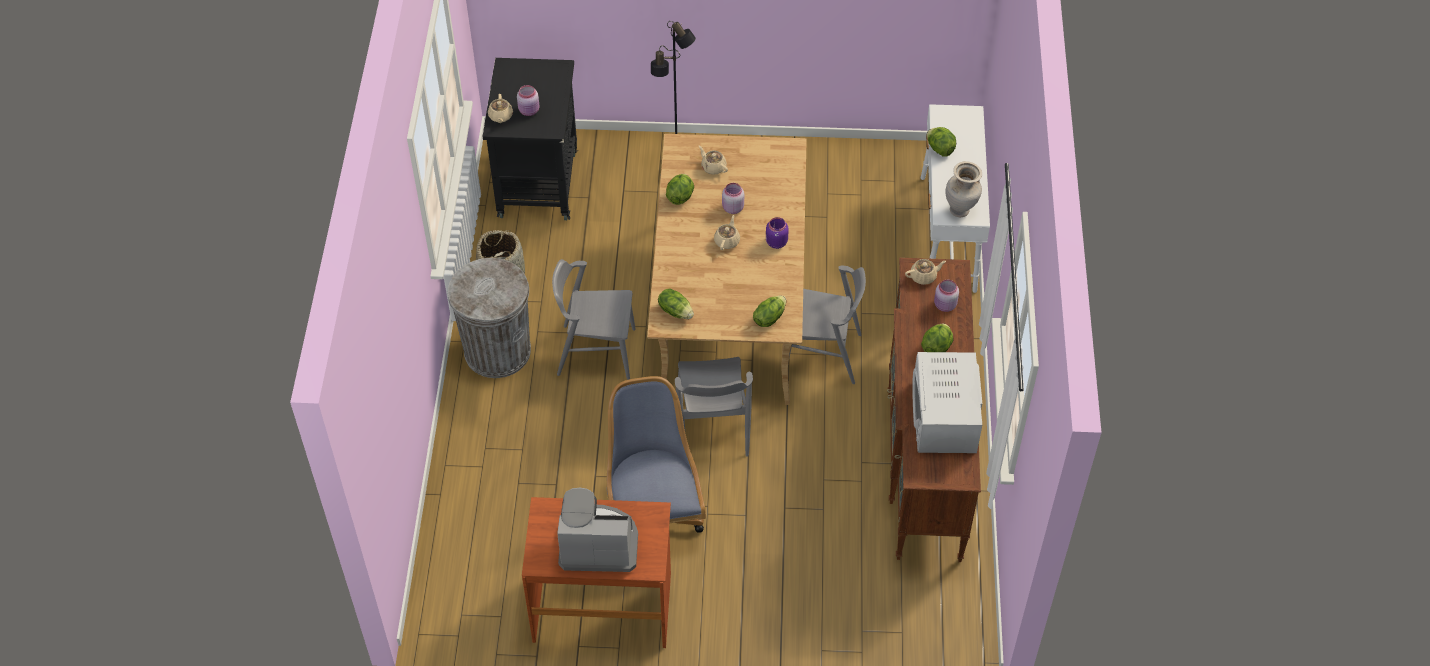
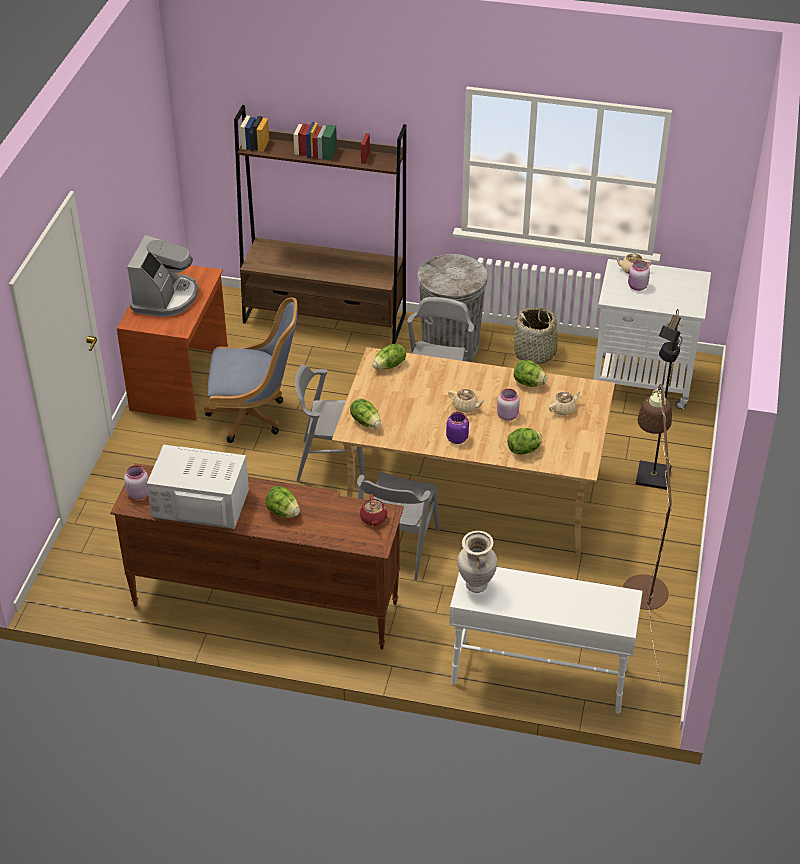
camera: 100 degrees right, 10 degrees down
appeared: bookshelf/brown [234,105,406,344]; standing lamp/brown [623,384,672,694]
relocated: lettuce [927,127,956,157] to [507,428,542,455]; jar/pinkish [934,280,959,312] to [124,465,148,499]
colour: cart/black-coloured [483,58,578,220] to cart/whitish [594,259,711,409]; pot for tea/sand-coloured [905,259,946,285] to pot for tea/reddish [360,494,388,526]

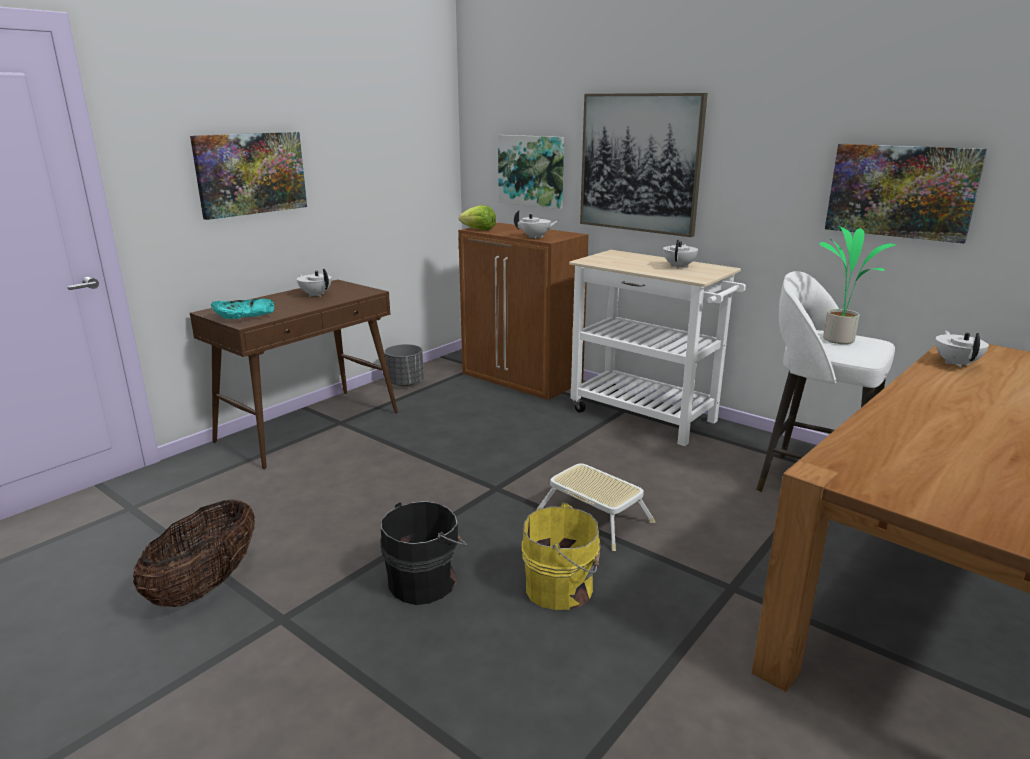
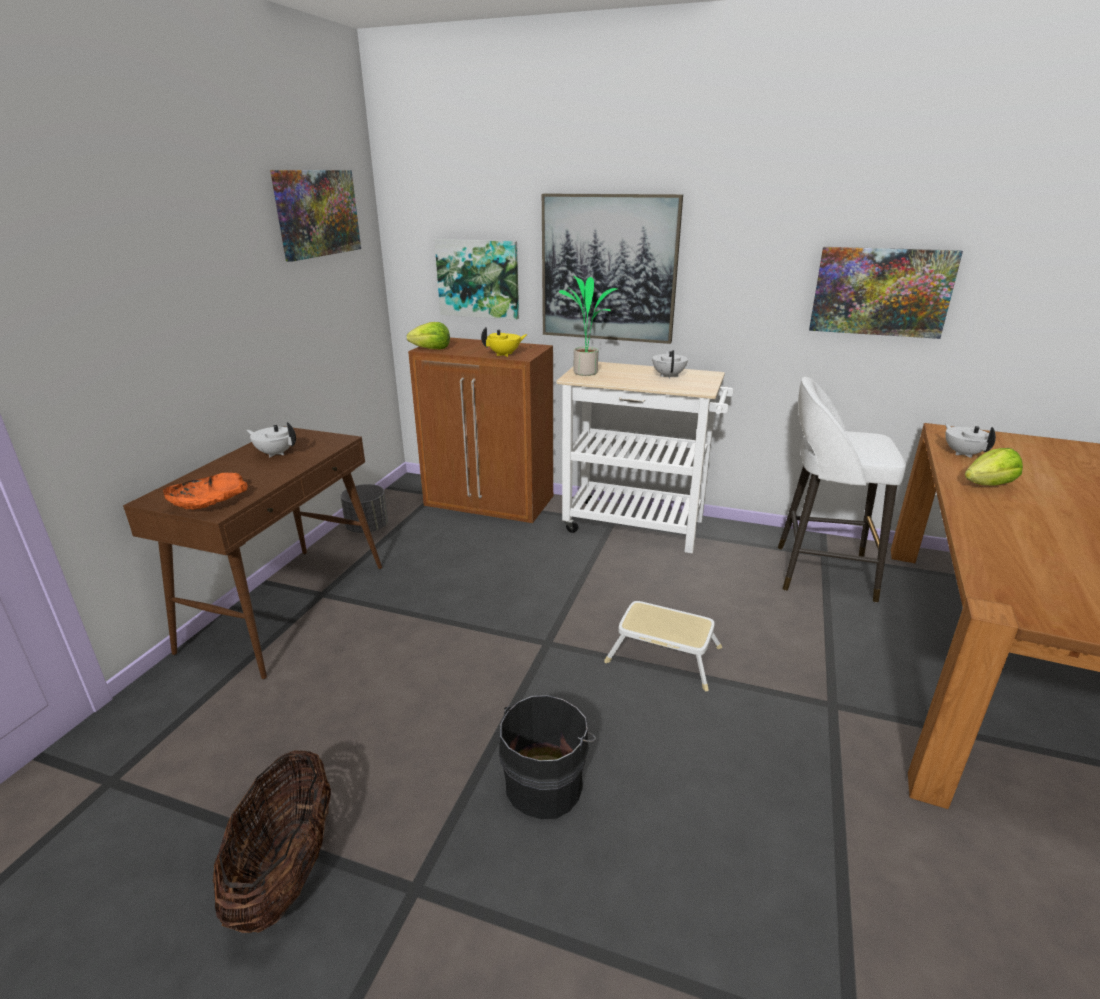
camera: 20 degrees left, 5 degrees up
missing: pail/yellowish [522,503,601,610]
appeared: lettuce [965,448,1023,486]
relocated: wall art [190,132,307,220] to [270,170,361,262]; plant in a pot [819,226,895,344] to [559,276,617,376]
colour: pot for tea/whitish [514,210,558,239] to pot for tea/yellowish [481,327,527,357]; deep dish/turquoise [211,299,274,319] to deep dish/orangey [163,473,248,510]

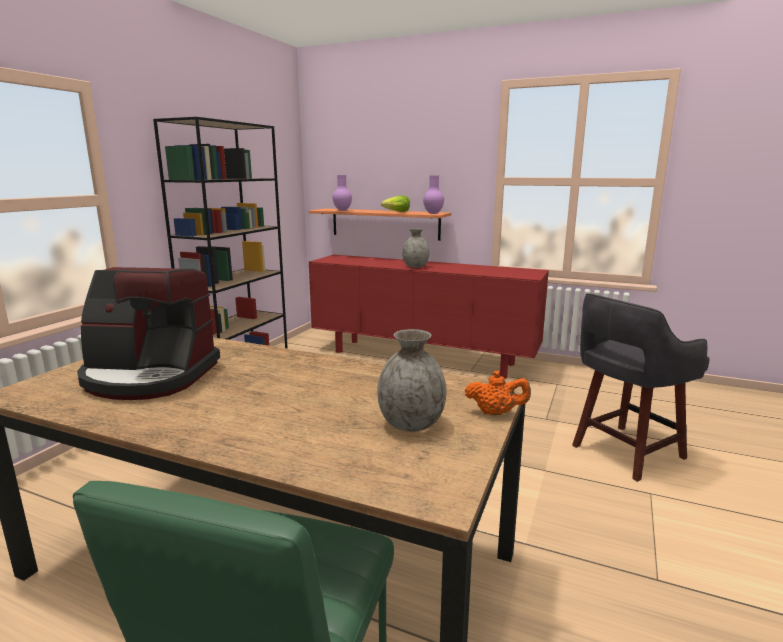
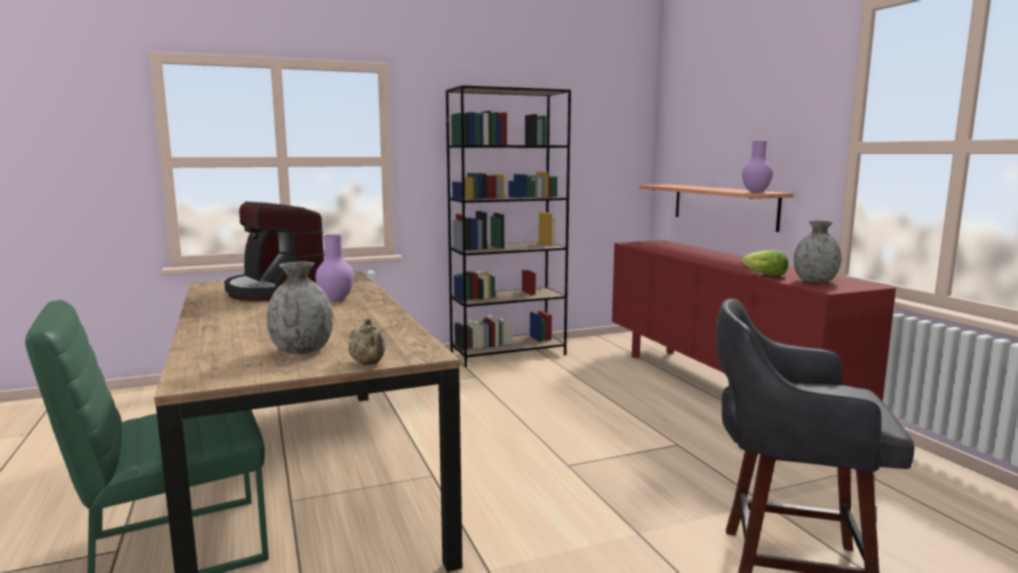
camera: 45 degrees right, 5 degrees down
relocated: decorative vase/purple-coloured [332,175,352,211] to [315,234,354,302]; lettuce [381,195,410,212] to [741,250,788,276]; decorative vase/greyish [402,228,429,268] to [794,221,842,283]
colour: pot for tea/orangey [465,371,531,415] to pot for tea/sand-coloured [348,319,386,365]

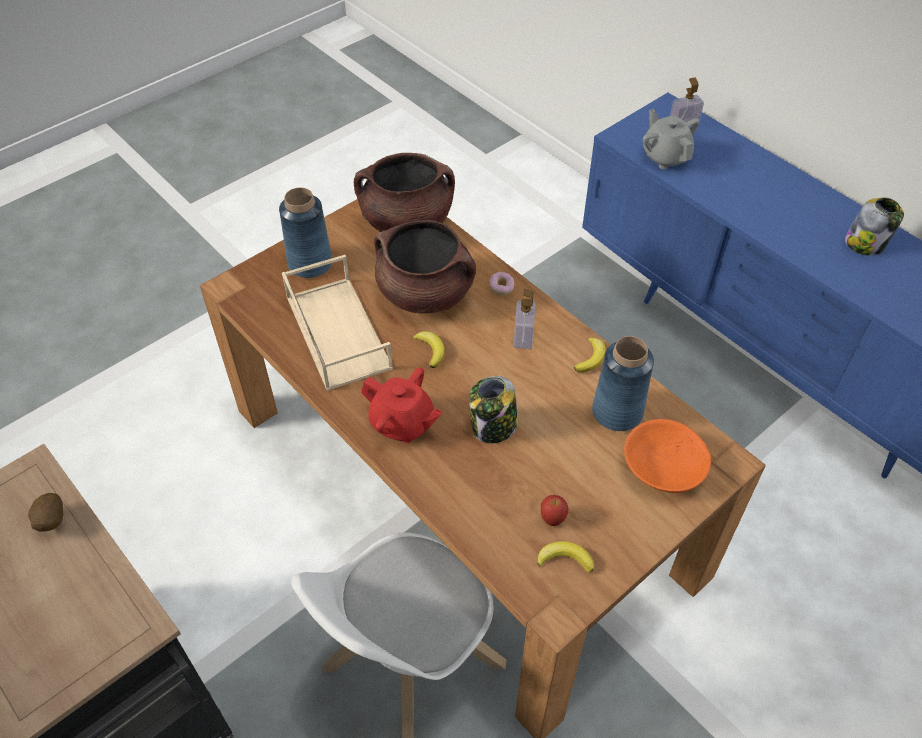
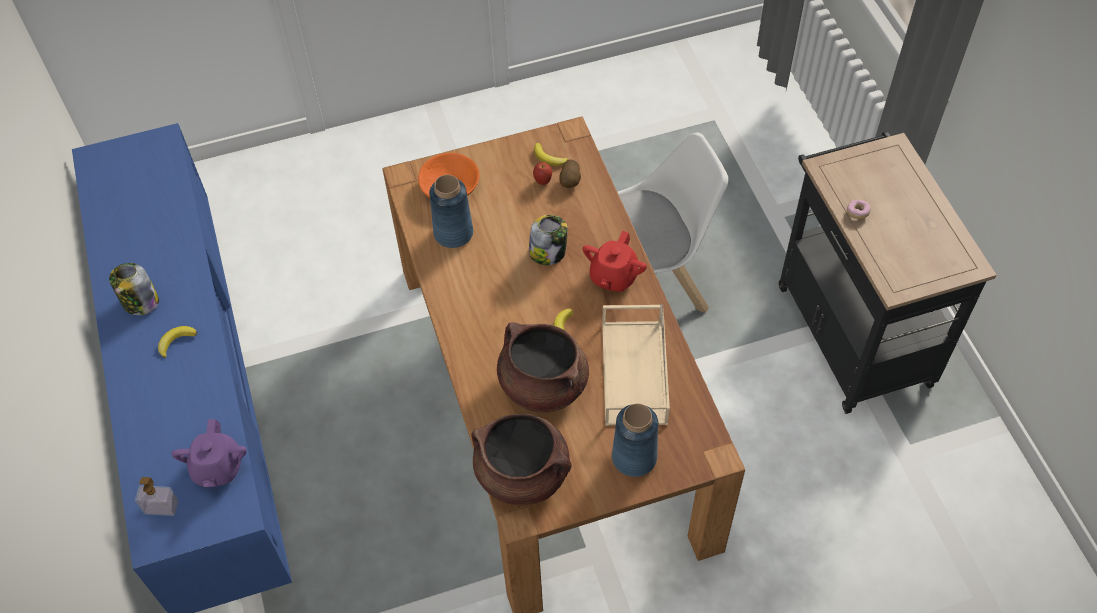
camera: 155 degrees left, 5 degrees up
missing: soap bottle [514,289,536,349]
relocated: donut [489,272,514,295] to [847,200,871,219]; banana fruit [574,338,606,373] to [158,326,197,358]; potato [28,493,63,531] to [559,159,581,188]
colour: pot for tea/greyish [643,109,700,169] to pot for tea/purple-coloured [172,419,247,487]
spun: pot for tea/reddish [361,367,443,443] = [583,231,647,292] 120 degrees counterclockwise

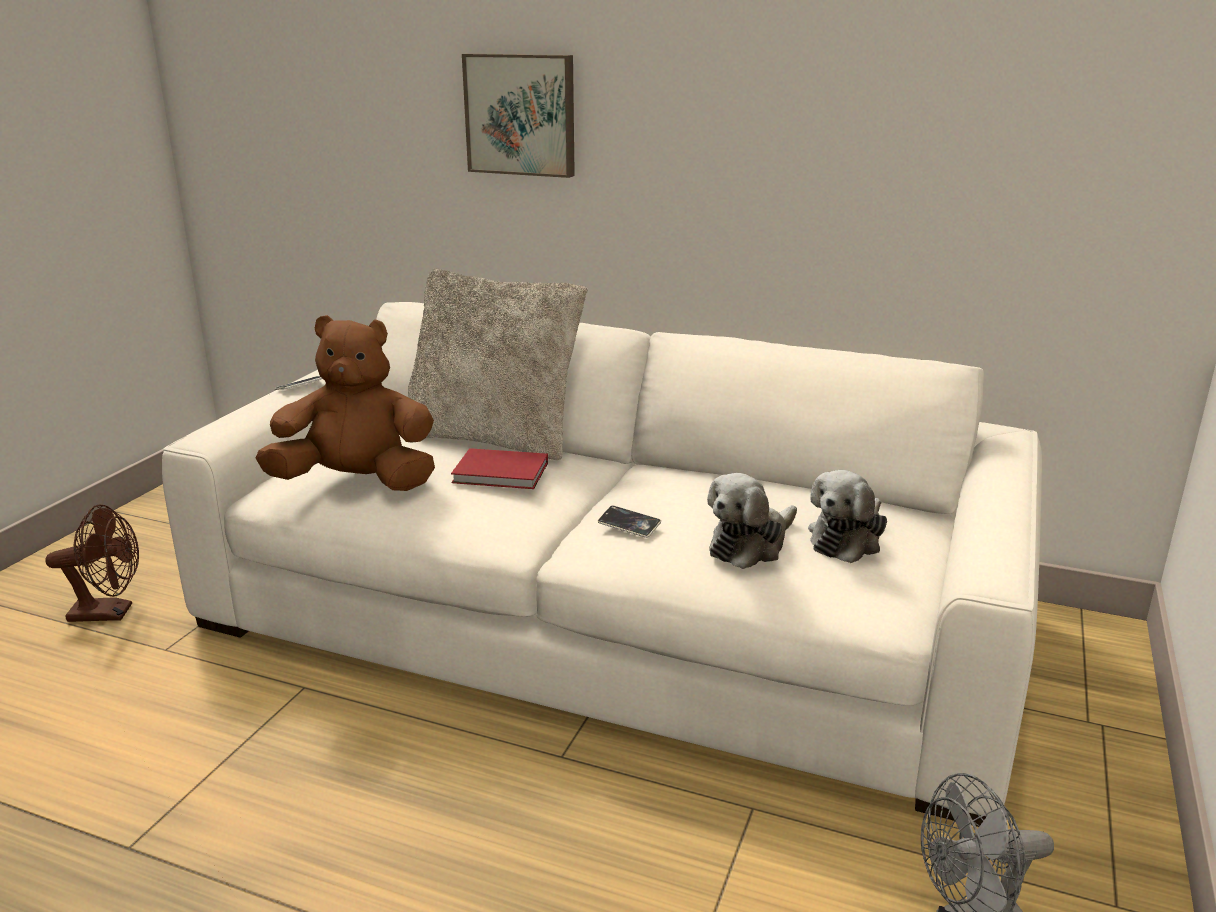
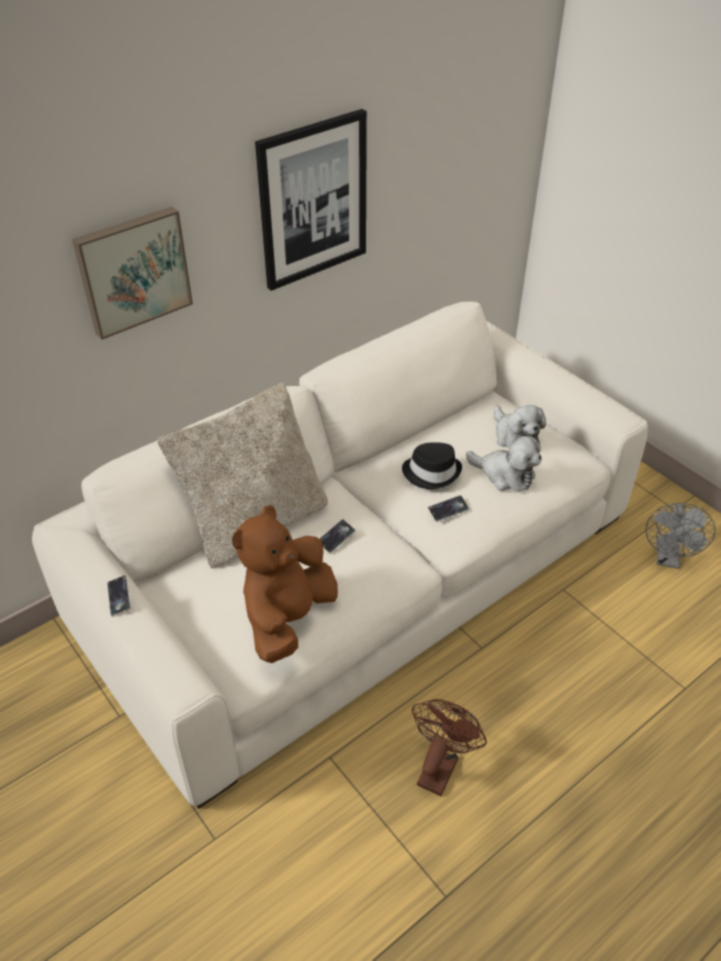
camera: 60 degrees left, 20 degrees up
appeared: wall art [255,109,367,291]; hat/black-coloured [402,442,462,489]
relocated: cooling fan/brown [45,505,139,622] to [412,699,487,796]
exchanged: book/reddish [451,448,548,489] to handset [319,519,356,554]
spun: soft toy [707,473,797,569] = [466,436,541,491] 45 degrees counterclockwise

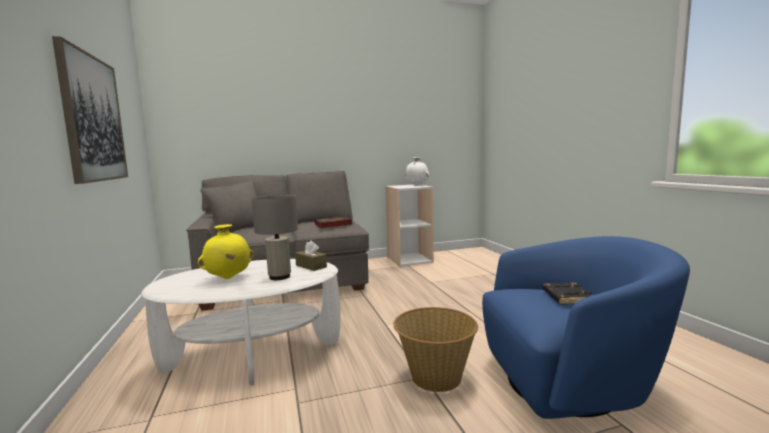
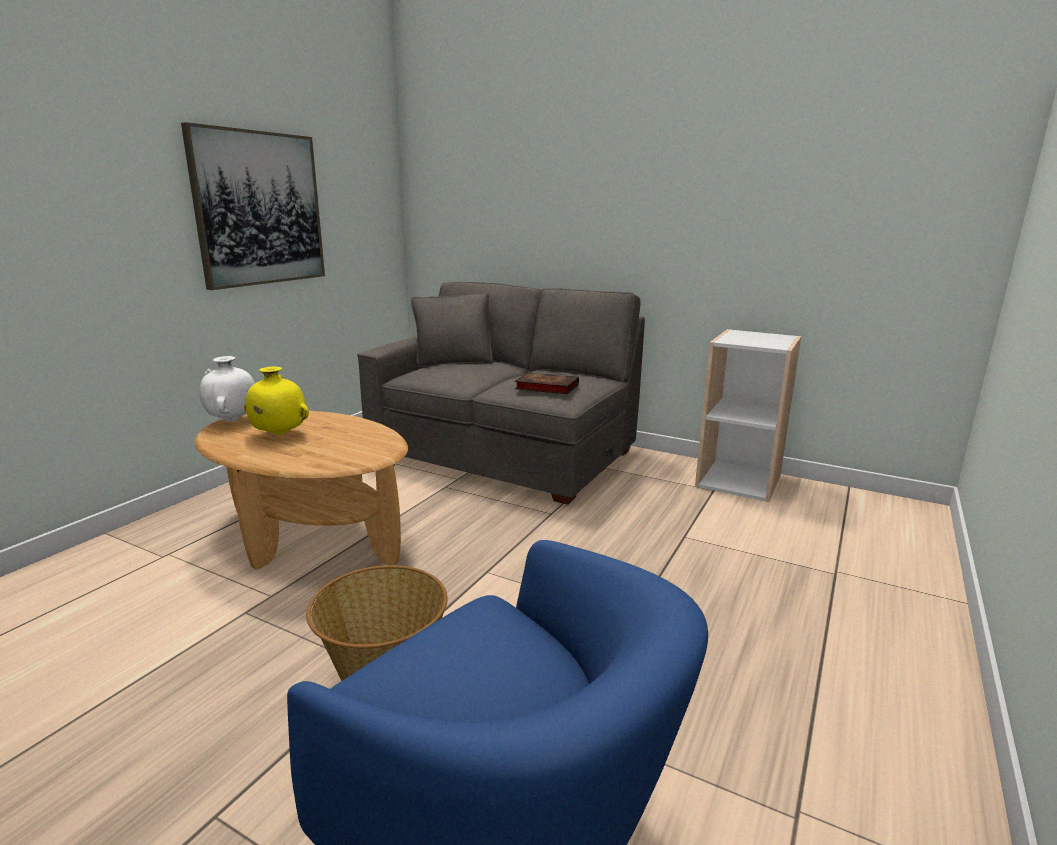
camera: 45 degrees right, 10 degrees up
missing: table lamp/greyish [252,195,298,280]; tissue box/brown [295,241,327,271]; book/black-coloured [542,283,593,305]
relocated: decorative vase/whitish [405,157,430,186] to [199,356,255,422]
colour: low table/whitish [141,259,340,385] to low table/brown [195,411,408,569]

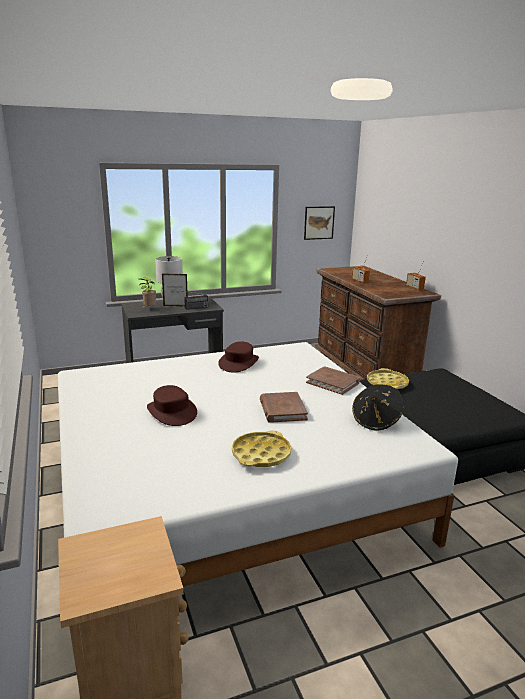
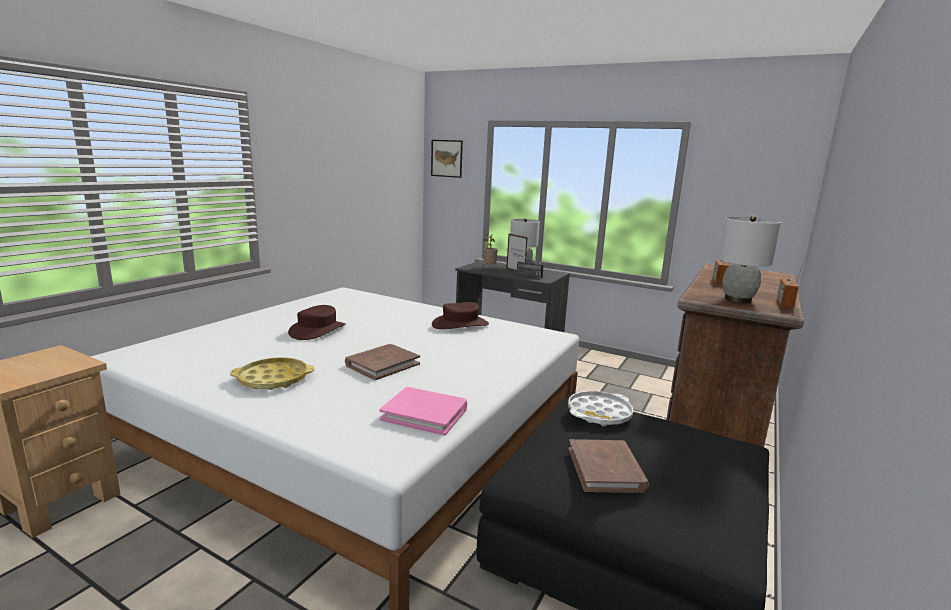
camera: 50 degrees right, 5 degrees down
appeared: table lamp/whitish [719,216,781,303]
relocated: wall art [304,206,335,240] to [431,140,463,178]; book/brown [306,366,360,395] to [568,439,649,493]
exchanged: hat/black-coloured [352,384,404,431] to book/pinkish [379,387,467,435]
colour: carrying tray/yellowish [367,368,409,389] to carrying tray/whitish [568,391,633,426]

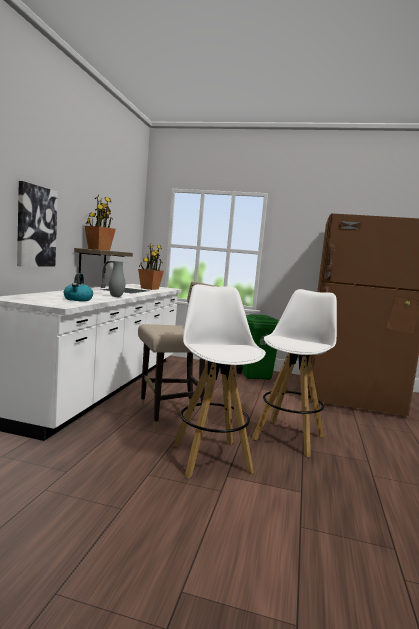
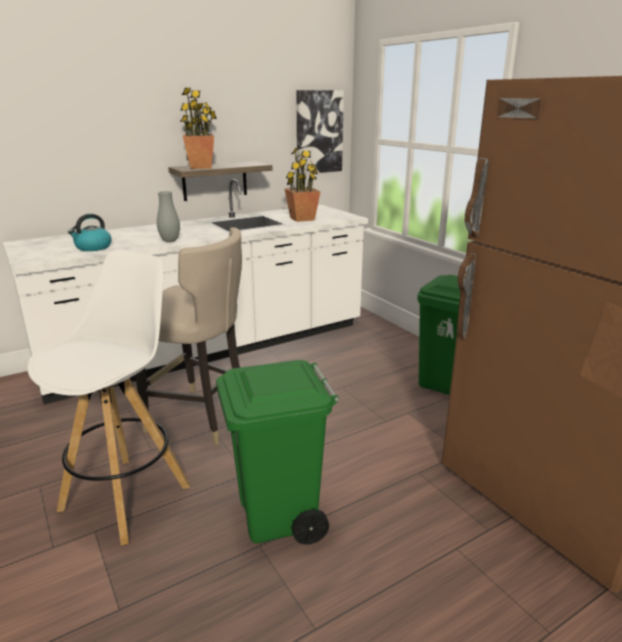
camera: 45 degrees right, 15 degrees up
relocated: wall art [17,181,58,267] to [296,90,344,174]
exchanged: stool seat/whitish [252,289,337,457] to rubbish bin/green-coloured [216,360,339,545]

